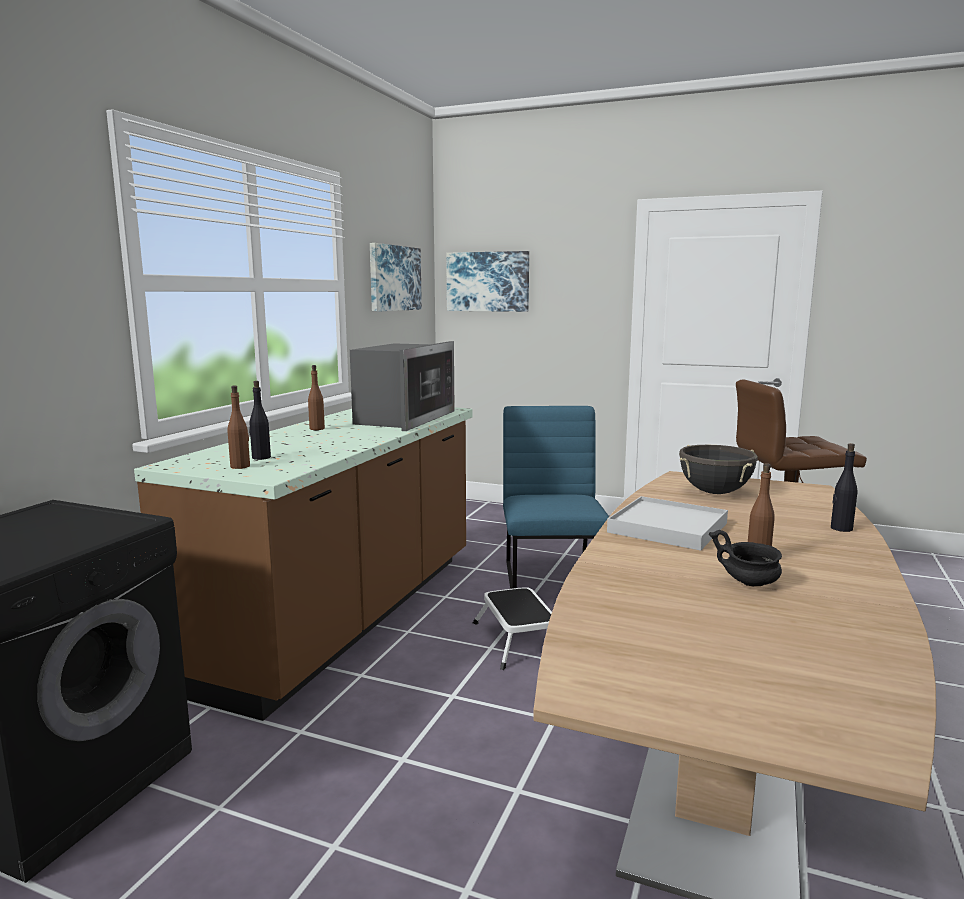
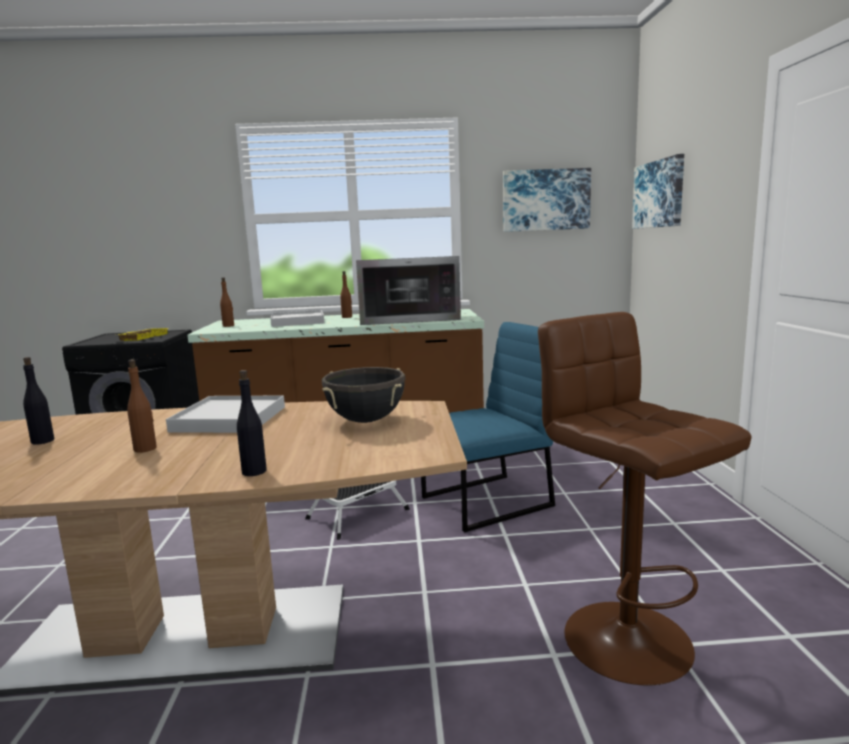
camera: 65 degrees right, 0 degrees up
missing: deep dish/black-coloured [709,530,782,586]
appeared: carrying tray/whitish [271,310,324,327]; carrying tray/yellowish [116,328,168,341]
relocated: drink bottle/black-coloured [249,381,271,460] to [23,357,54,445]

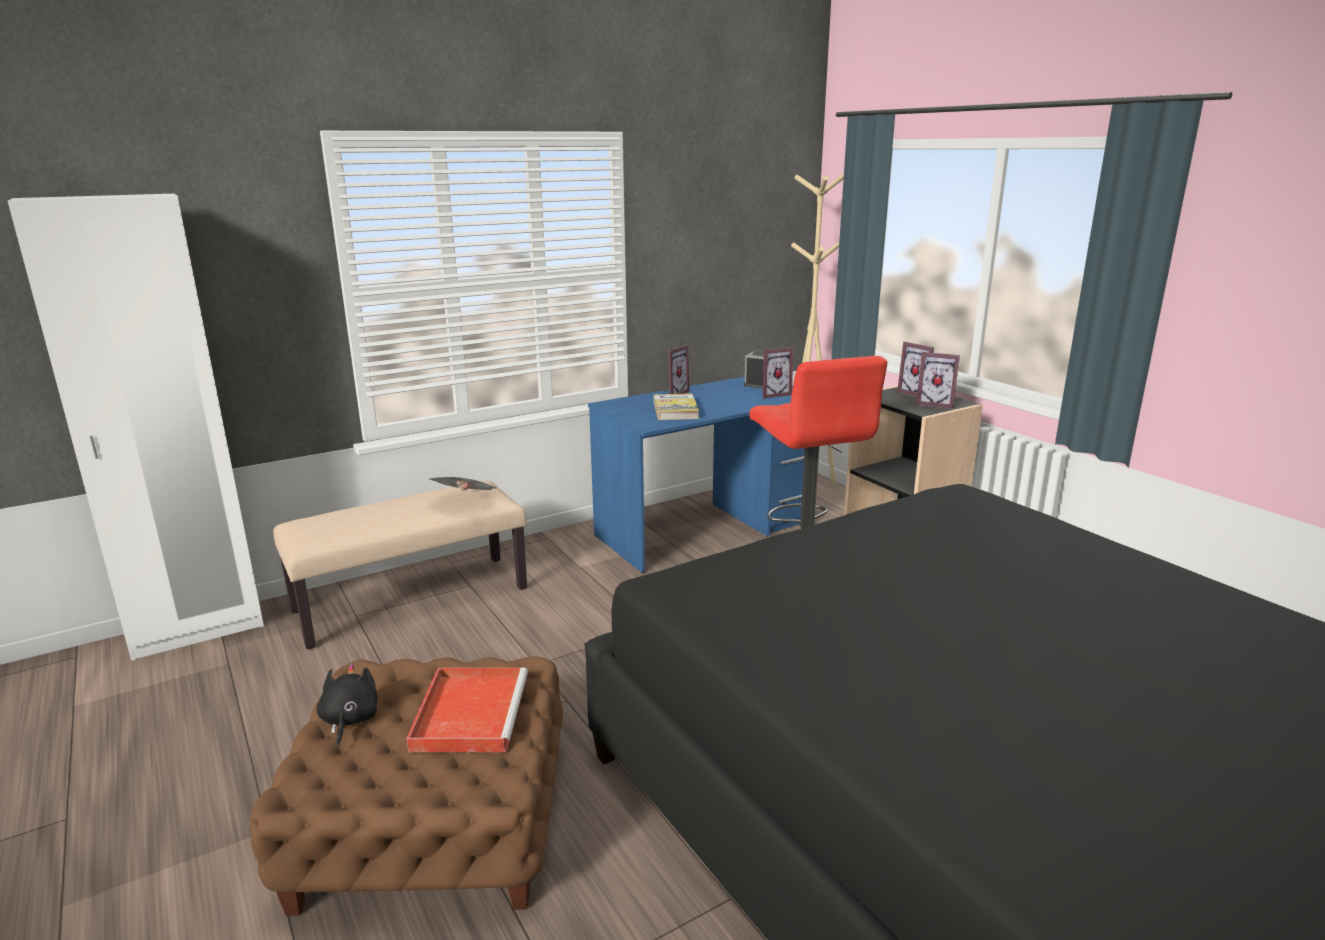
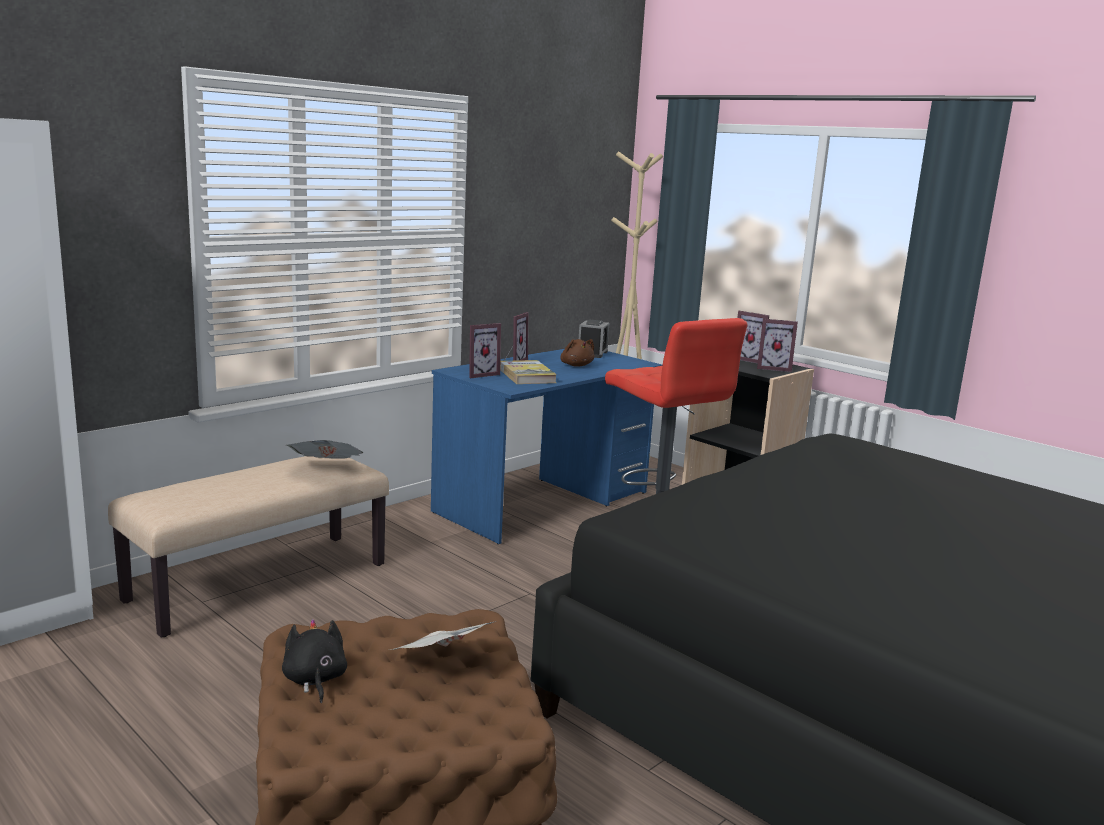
camera: 15 degrees left, 5 degrees down
appeared: soft toy/brown [561,339,594,367]
relocated: standing frame [763,347,793,399] to [469,323,501,378]
exchanged: carrying tray/reddish [406,667,528,752] to newspaper [390,621,497,650]

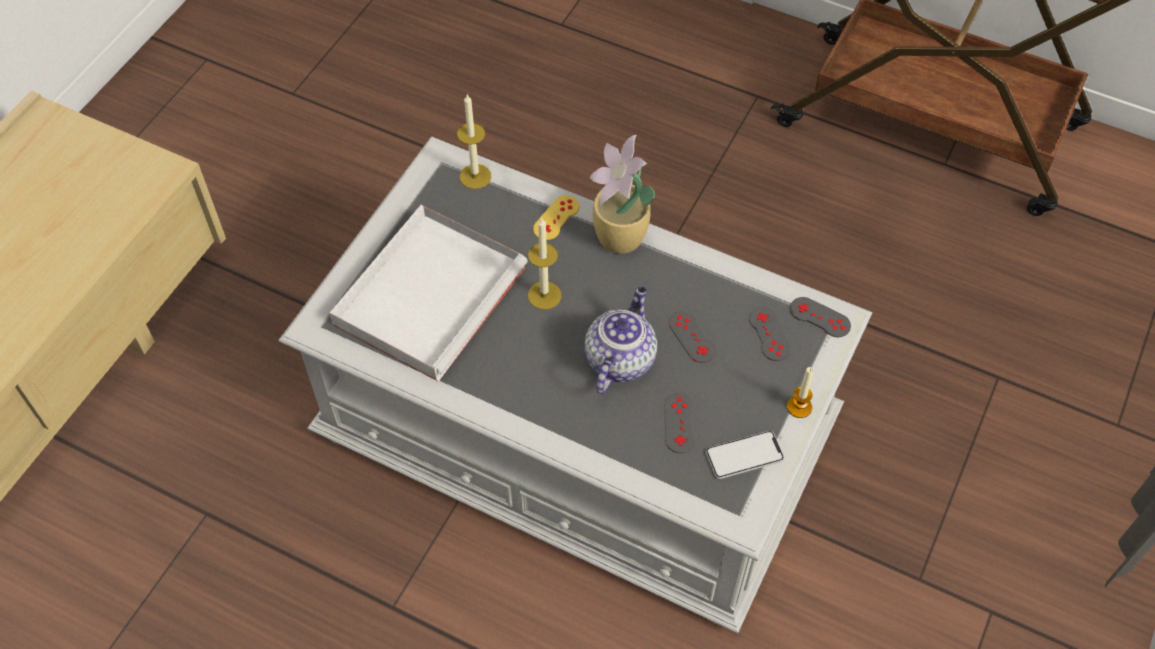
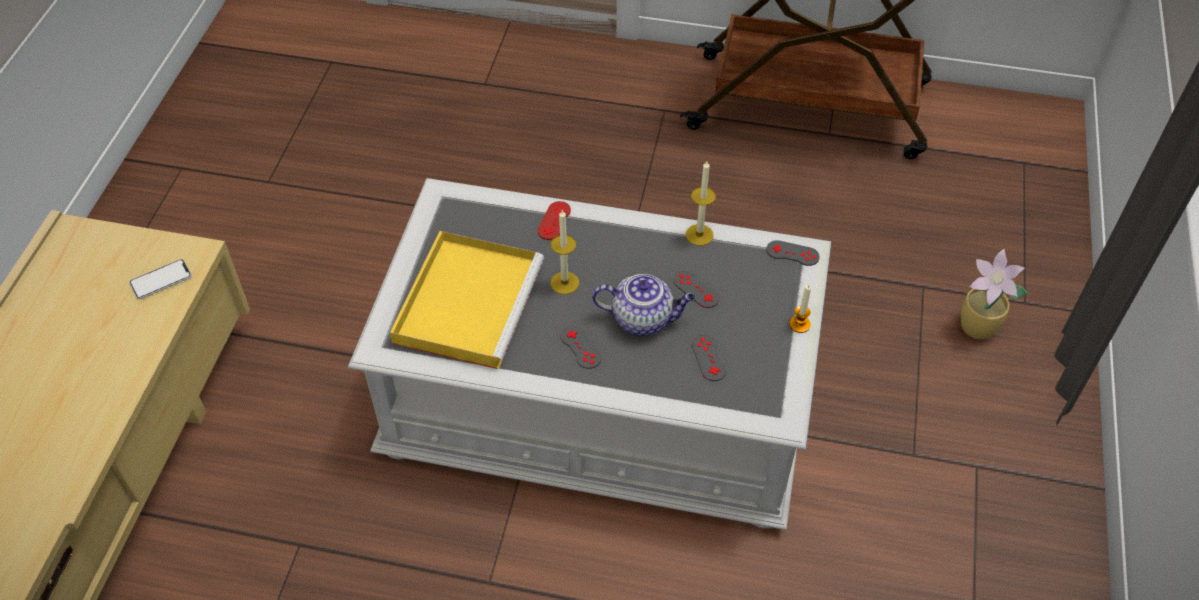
camera: 15 degrees left, 5 degrees down
relocated: wax light [457,95,491,189] to [686,161,716,246]; plant in a pot [590,135,655,254] to [961,249,1027,339]; game controller/greyish [749,307,790,361] to [560,325,602,369]; handset [705,431,784,479] to [129,259,192,299]
colour: game controller/yellowish [533,195,579,240] to game controller/reddish [538,201,571,240]; carrying tray/whitish [330,205,528,382] to carrying tray/yellowish [390,231,544,369]
spun: pot for tea [585,286,657,394] = [592,274,695,336] 90 degrees clockwise

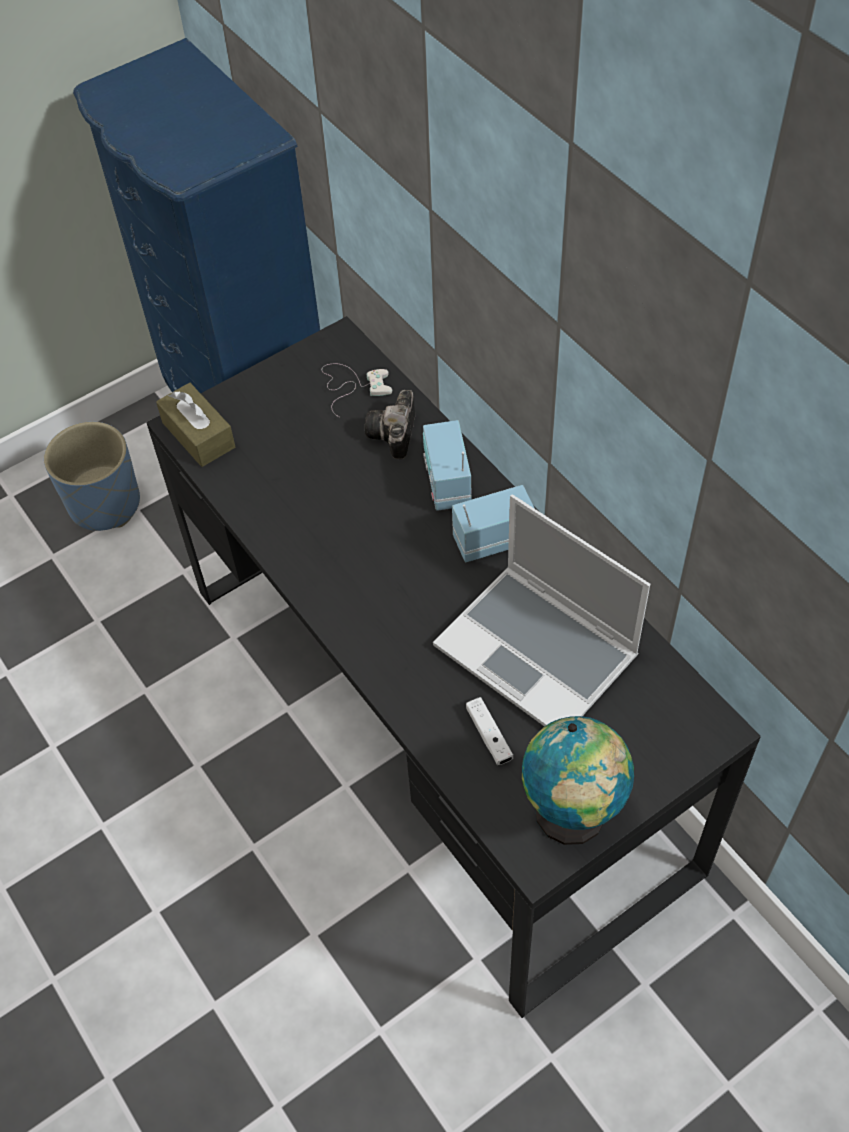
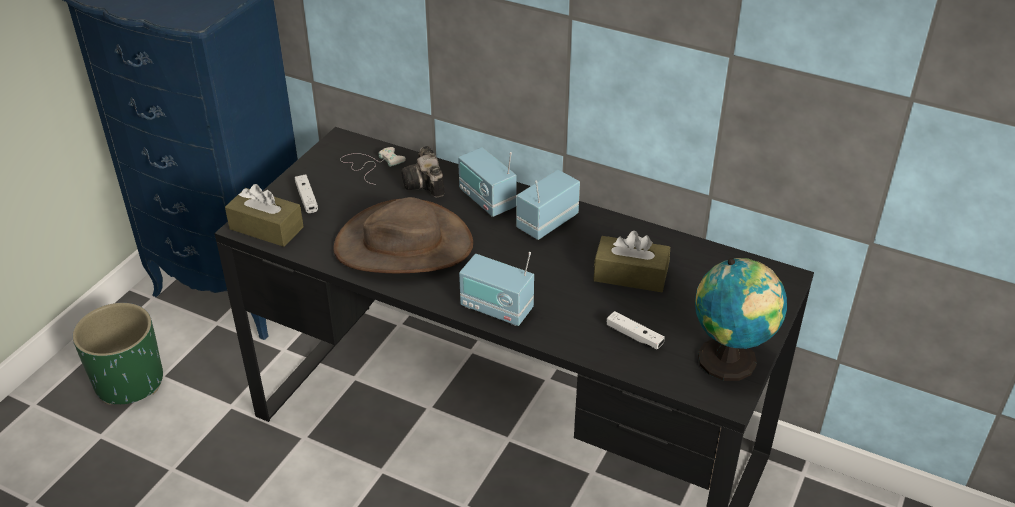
camera: 30 degrees left, 15 degrees down
appeared: game controller/whitish [295,174,318,213]; hat/brown [333,197,473,273]; radio [459,252,534,326]
exchanged: laptop [433,495,650,727] to tissue box/brown [593,231,670,292]
colour: planter/bluish [44,422,140,531] to planter/green-coloured [73,303,163,405]

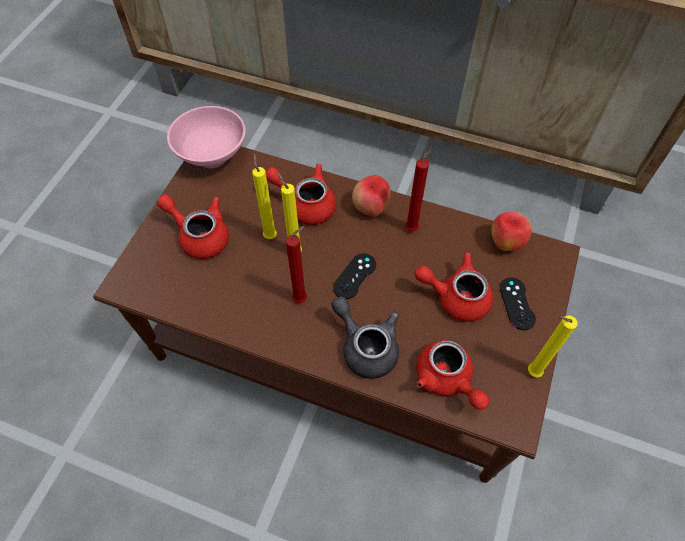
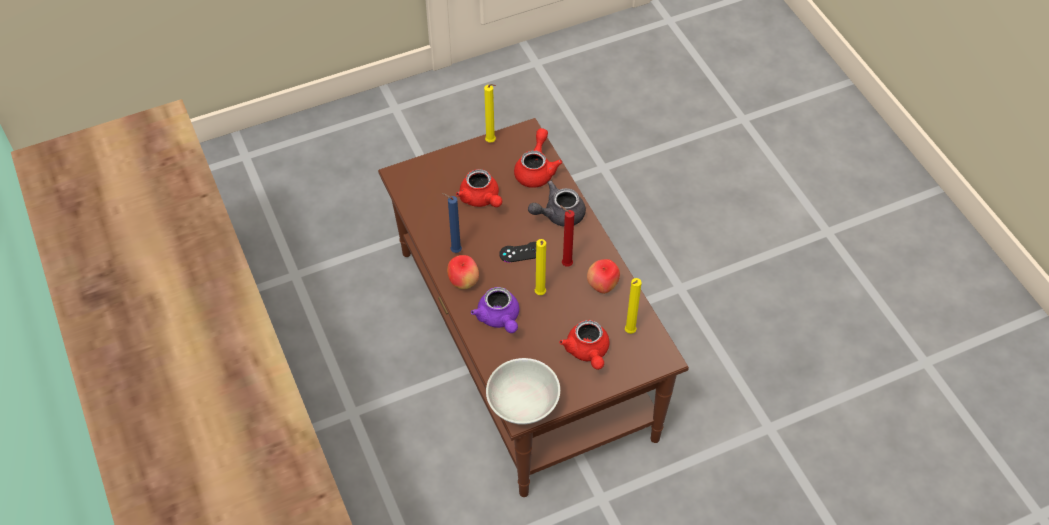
camera: 135 degrees left, 5 degrees down
missing: game controller/black-coloured [500,278,536,330]
relocated: wax light/yellowish [252,153,277,239] to [625,278,642,334]; apple fruit [492,211,532,251] to [587,259,620,294]
colour: deep dish/pinkish [167,106,246,168] to deep dish/whitish [486,358,560,425]; wax light/reddish [405,148,433,232] to wax light/bluish [442,193,462,253]; pot for tea/reddish [265,164,336,225] to pot for tea/purple-coloured [471,287,519,333]
spun: pot for tea/greyish [331,296,399,379] = [528,180,586,227] 60 degrees clockwise

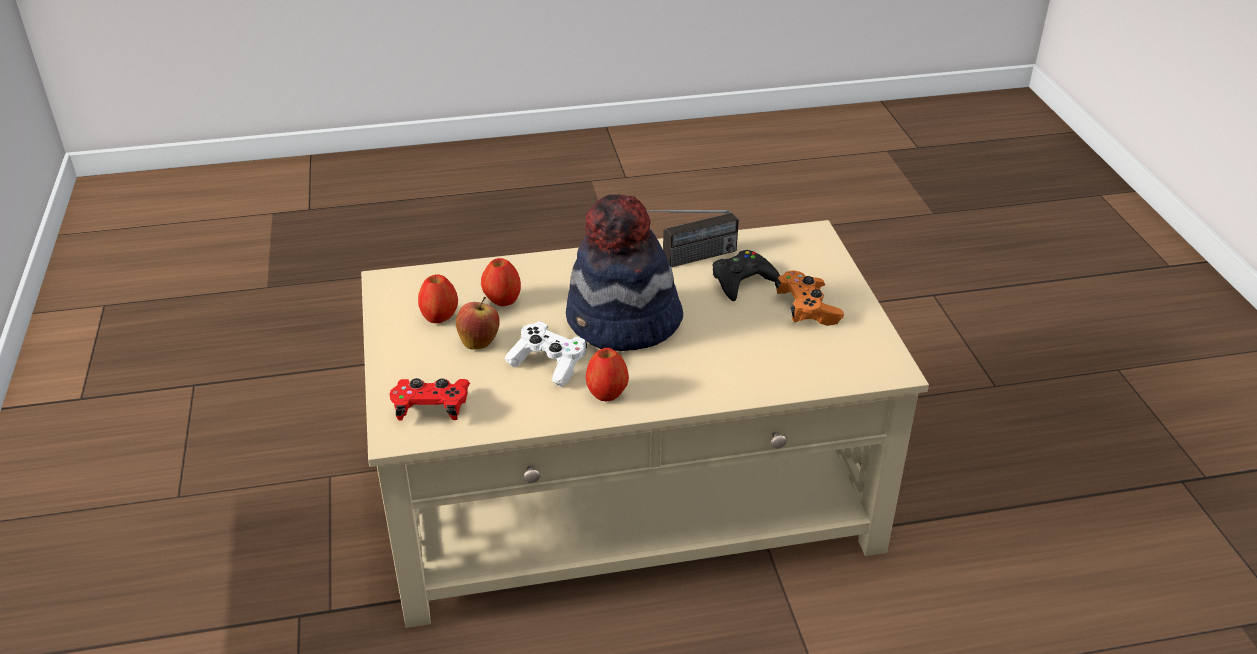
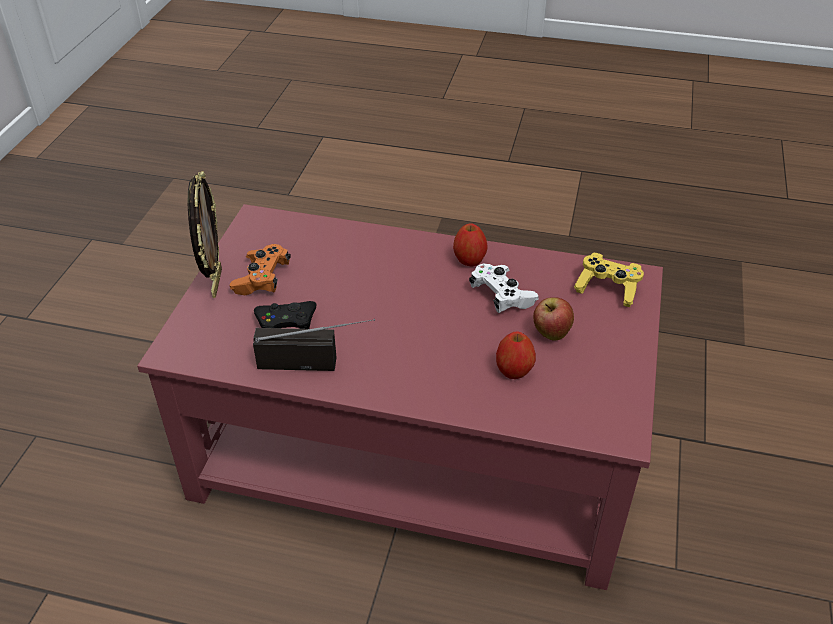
camera: 155 degrees left, 5 degrees up
missing: hat [566,195,683,351]; apple fruit [418,274,458,323]
appeared: standing frame [187,171,222,298]
colour: low table/sand-coloured [361,220,929,628] to low table/reddish [137,204,663,590]; game controller/reddish [390,378,470,420] to game controller/yellowish [574,253,644,307]

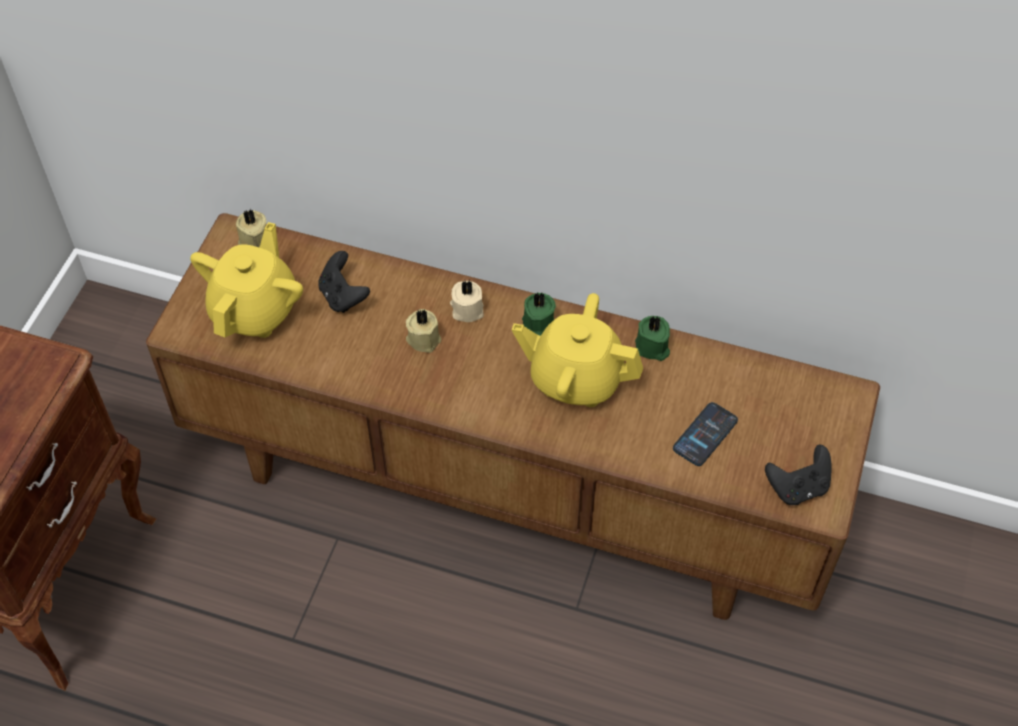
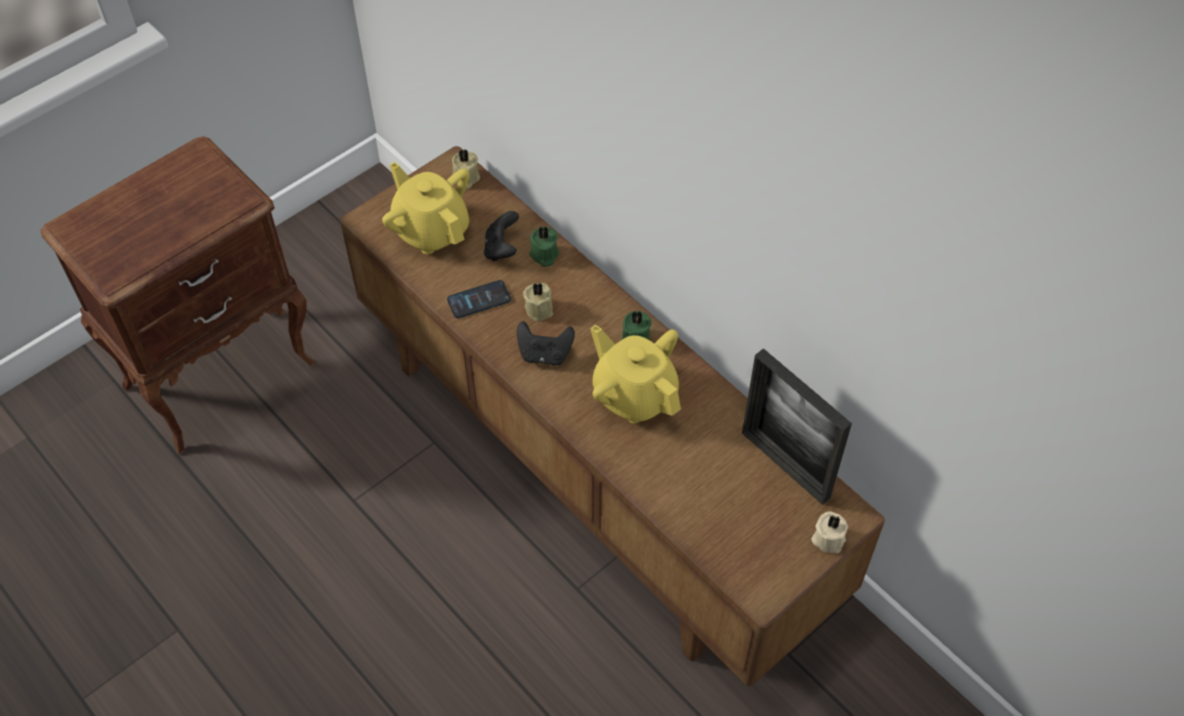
camera: 30 degrees right, 0 degrees up
appeared: standing frame [742,348,852,505]
relocated: wax light/sand-coloured [450,280,484,322] to [812,511,848,553]; wax light/green-coloured [635,316,670,361] to [529,226,559,267]; handset [673,402,738,466] to [447,280,511,318]; game controller/black-coloured [765,445,832,505] to [517,321,575,366]
spun: pot for tea/yellowish [190,222,303,338] = [382,162,469,254] 90 degrees counterclockwise

